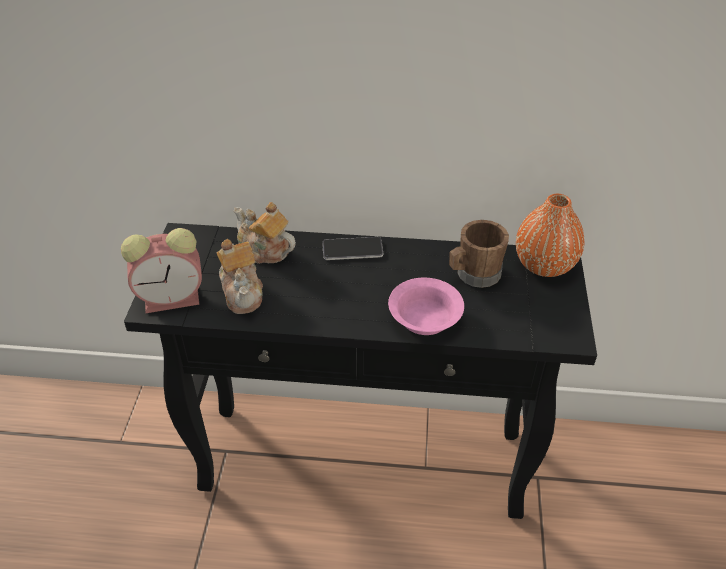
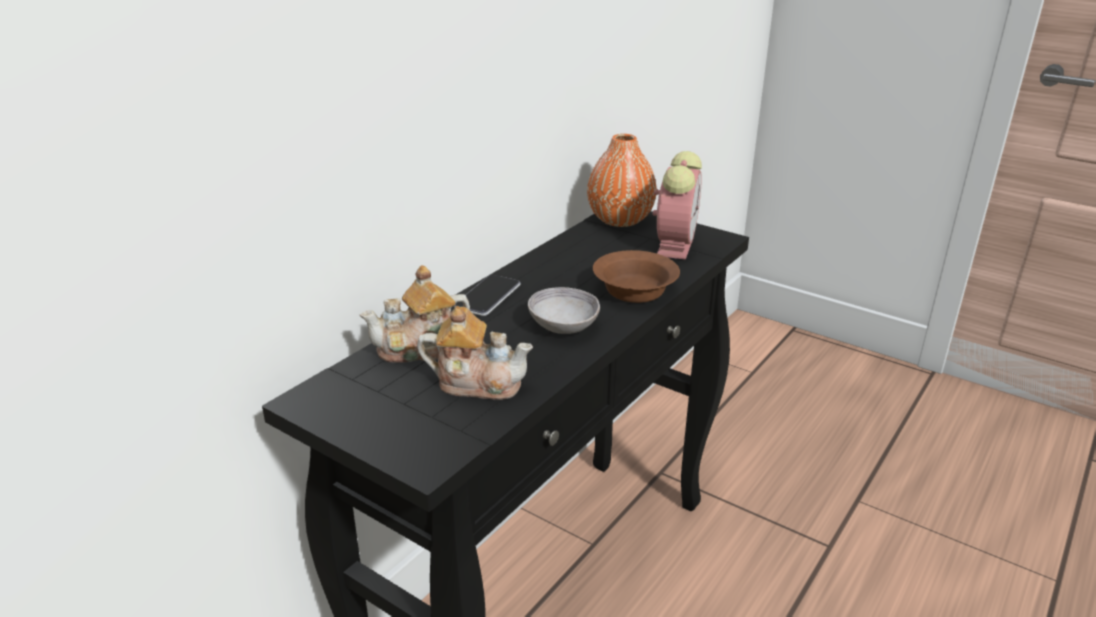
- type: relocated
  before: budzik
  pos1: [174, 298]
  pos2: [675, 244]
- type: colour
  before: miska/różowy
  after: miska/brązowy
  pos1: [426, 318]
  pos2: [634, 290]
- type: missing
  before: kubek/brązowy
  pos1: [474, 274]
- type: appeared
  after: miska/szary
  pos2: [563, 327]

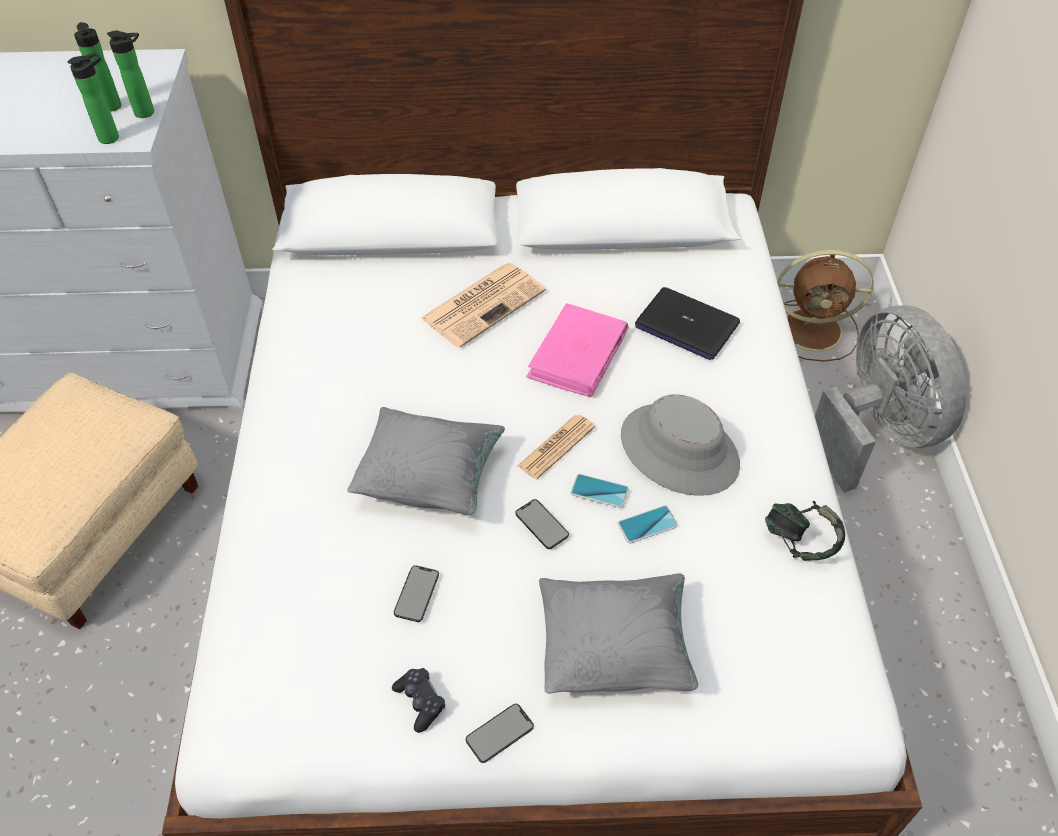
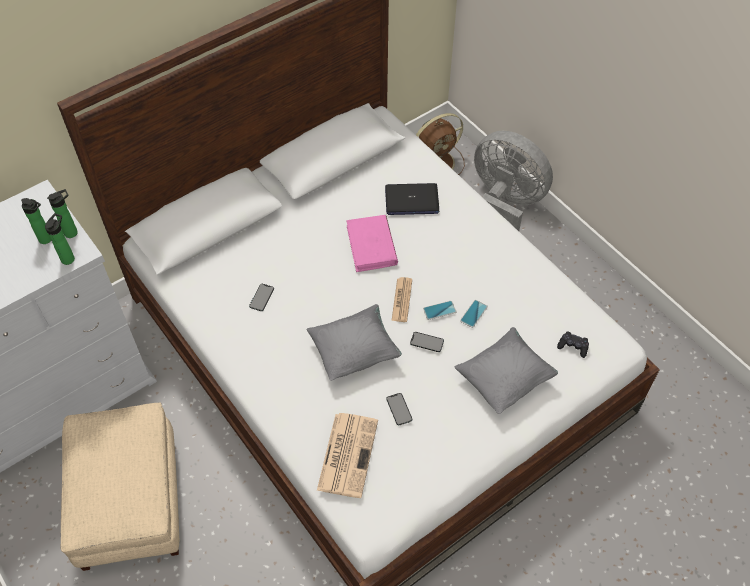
- type: relocated
  before: pad do gier/czarny
  pos1: [420, 702]
  pos2: [573, 346]
- type: relocated
  before: gazeta
  pos1: [484, 303]
  pos2: [347, 453]
- type: relocated
  before: telefon
  pos1: [499, 733]
  pos2: [261, 297]
- type: missing
  before: kapelusz/szary
  pos1: [679, 450]
- type: missing
  before: słuchawki
  pos1: [799, 542]

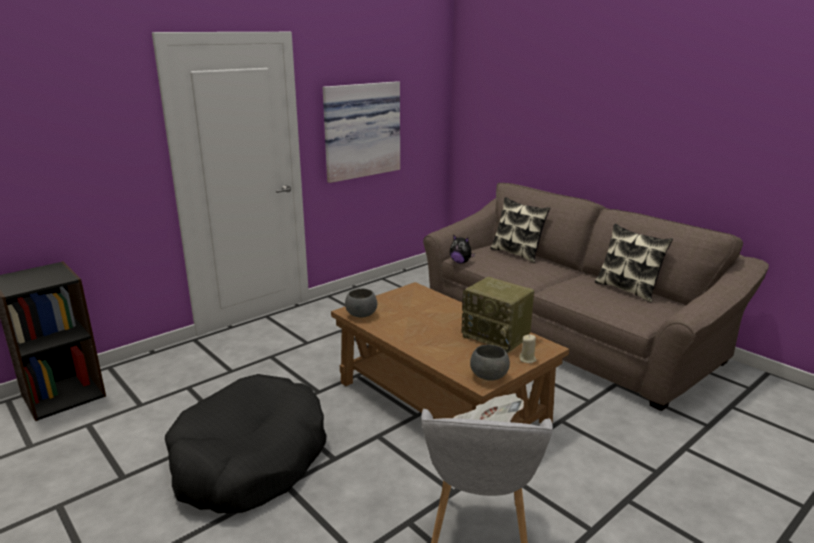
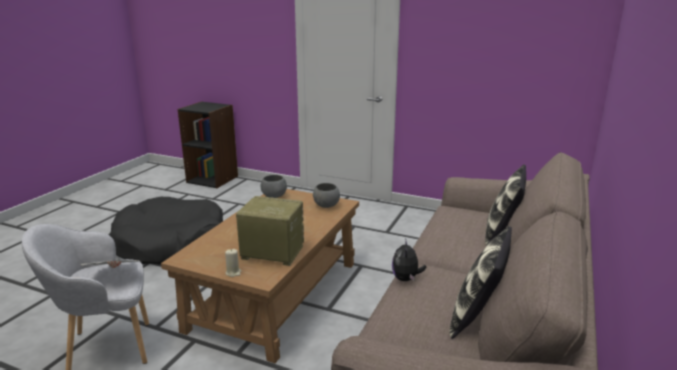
- type: missing
  before: obraz
  pos1: [360, 130]
- type: relocated
  before: pluszak
  pos1: [460, 262]
  pos2: [406, 279]
- type: spun
  before: radio
  pos1: [497, 337]
  pos2: [271, 252]
  turn: 90
- type: relocated
  before: miska/szary
  pos1: [489, 377]
  pos2: [326, 206]

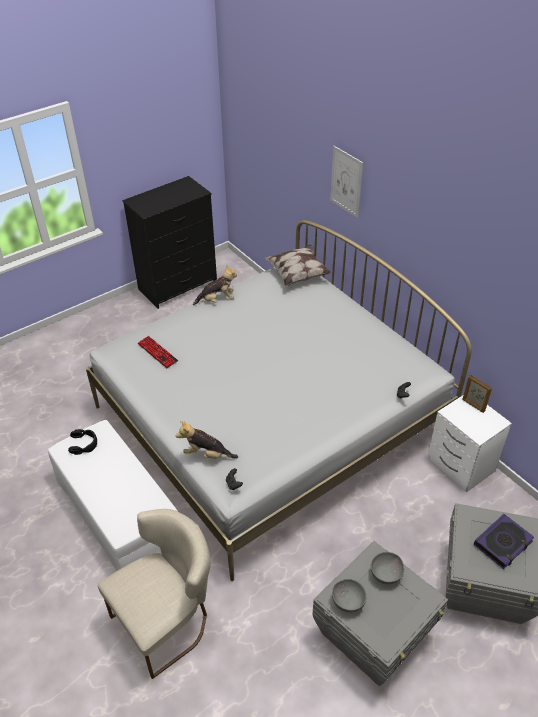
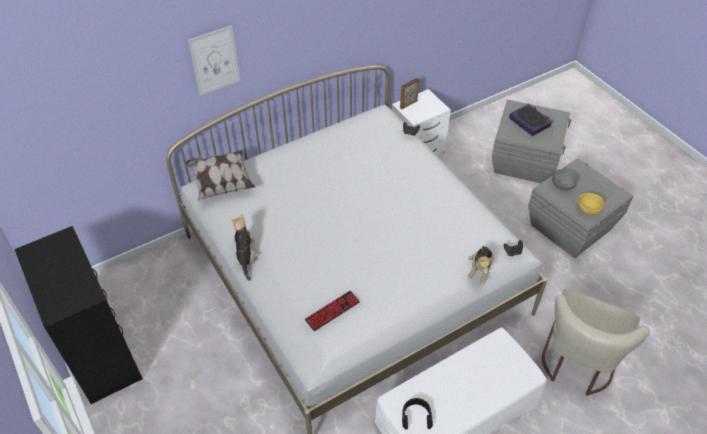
- type: spun
  before: krzesło/beżowy
  pos1: [167, 620]
  pos2: [577, 364]
  turn: -120
- type: colour
  before: miska/szary
  after: miska/żółty
  pos1: [347, 601]
  pos2: [588, 210]

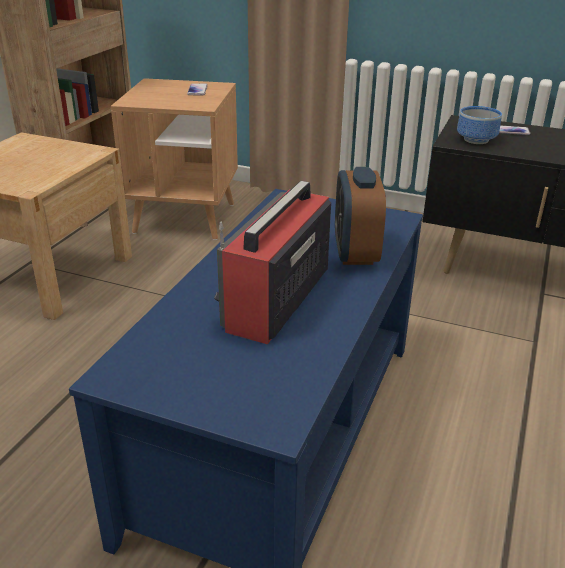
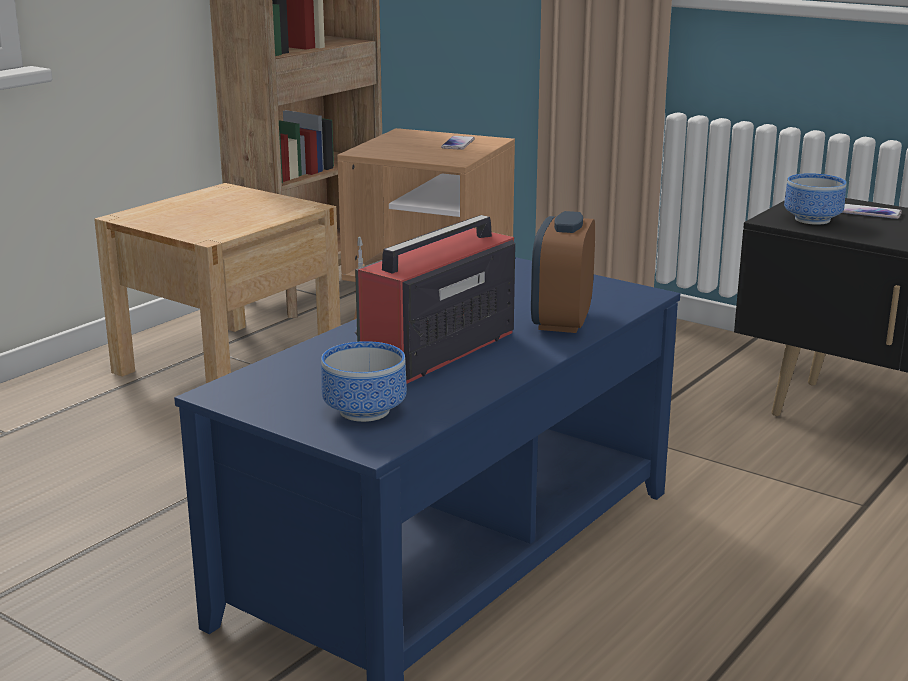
- type: appeared
  after: miska
  pos2: [365, 409]

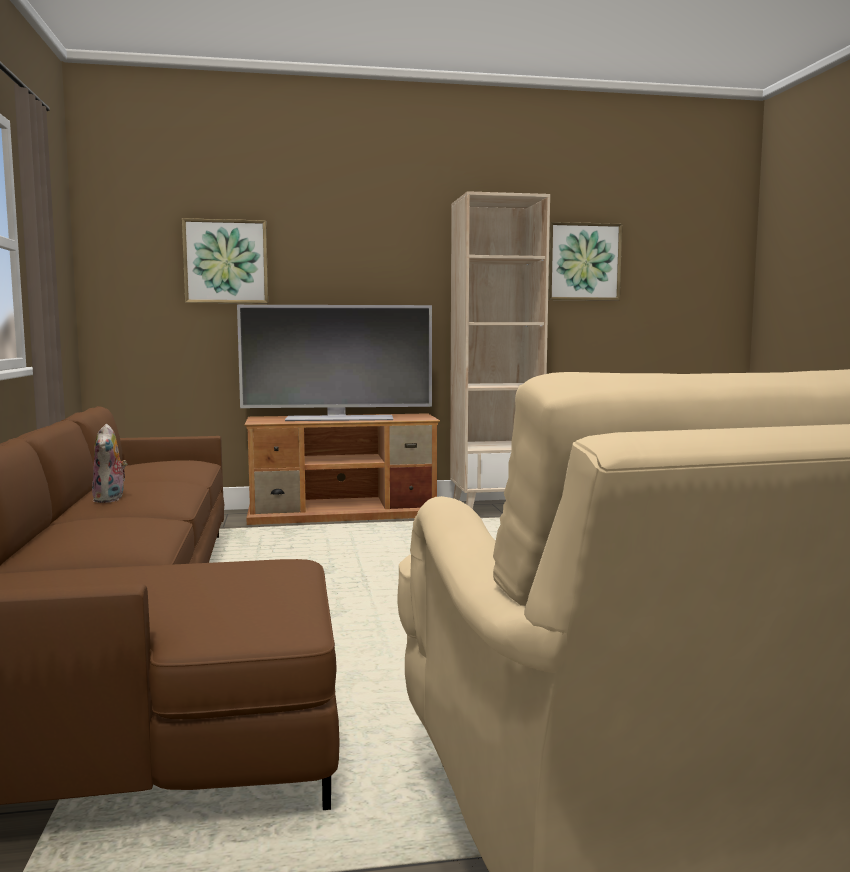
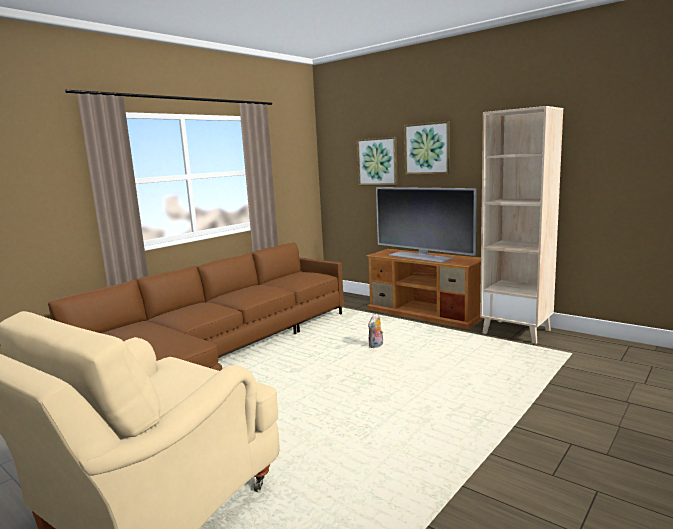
- type: relocated
  before: pluszak
  pos1: [110, 499]
  pos2: [376, 346]
- type: relocated
  before: obraz
  pos1: [583, 262]
  pos2: [427, 148]

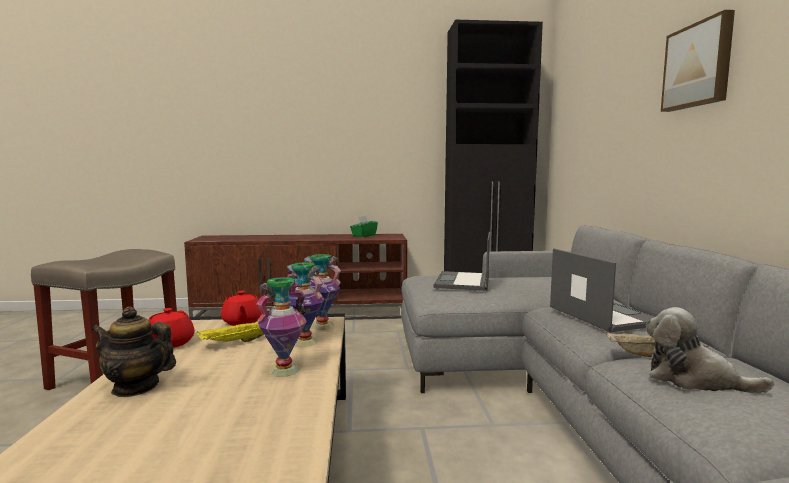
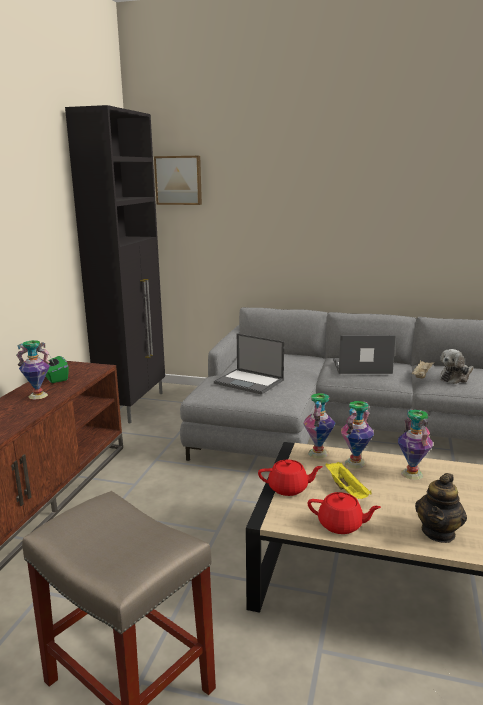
- type: relocated
  before: obraz
  pos1: [698, 65]
  pos2: [179, 180]
- type: appeared
  after: wazon
  pos2: [38, 396]

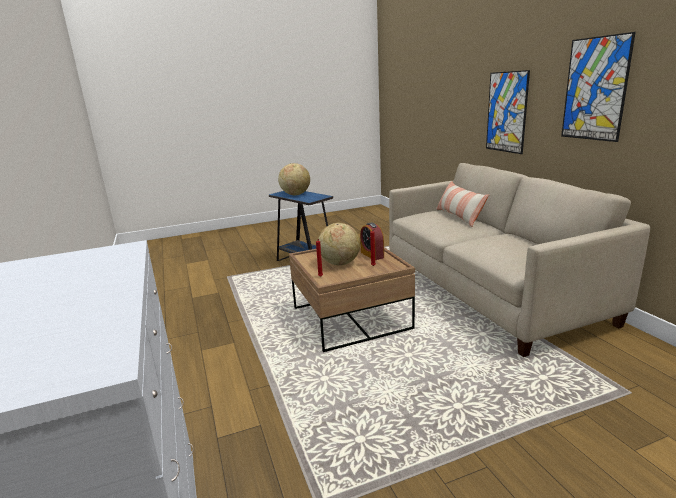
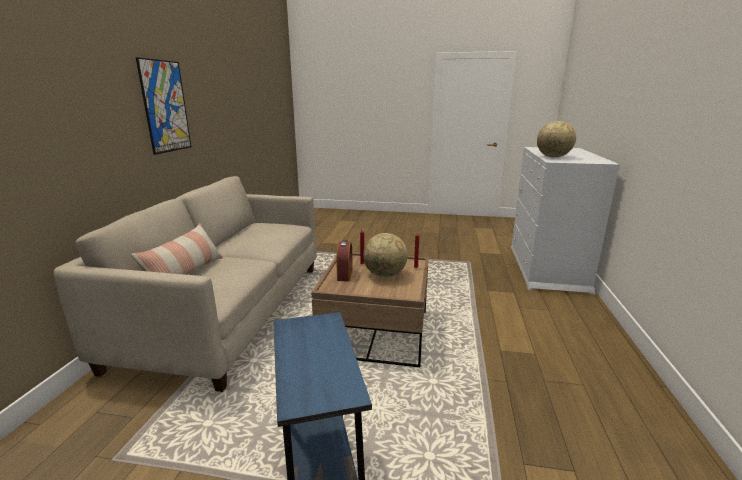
- type: relocated
  before: globus
  pos1: [295, 194]
  pos2: [553, 157]
- type: missing
  before: obraz
  pos1: [506, 112]

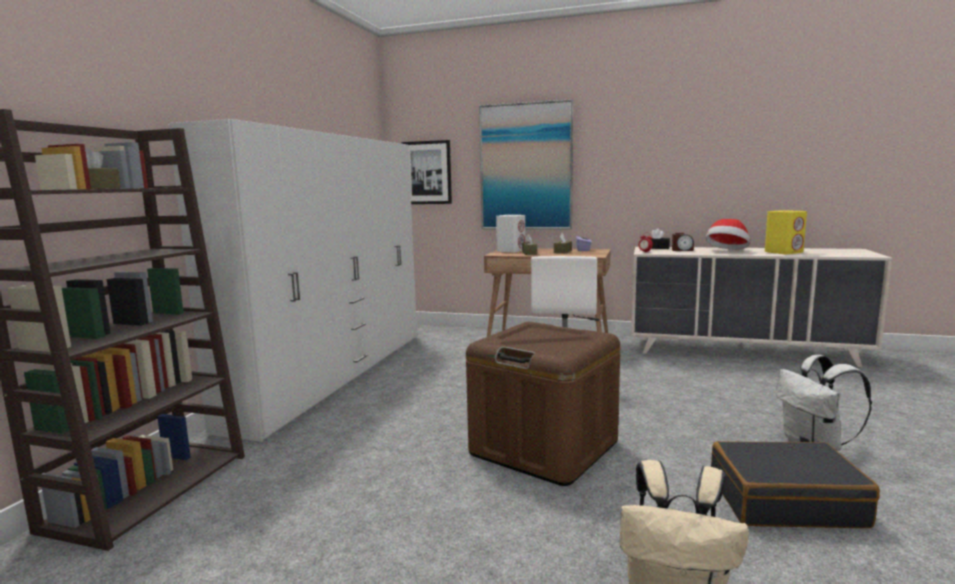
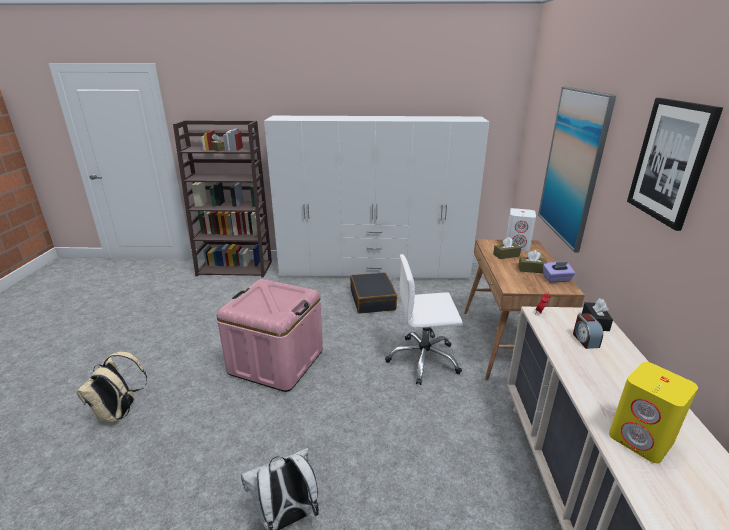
- type: relocated
  before: obraz
  pos1: [427, 172]
  pos2: [670, 161]
- type: colour
  before: pojemnik do przechowywania/brązowy
  after: pojemnik do przechowywania/różowy
  pos1: [544, 448]
  pos2: [276, 361]
- type: missing
  before: kapelusz
  pos1: [727, 251]
- type: relocated
  before: walizka/czarny
  pos1: [785, 501]
  pos2: [373, 300]

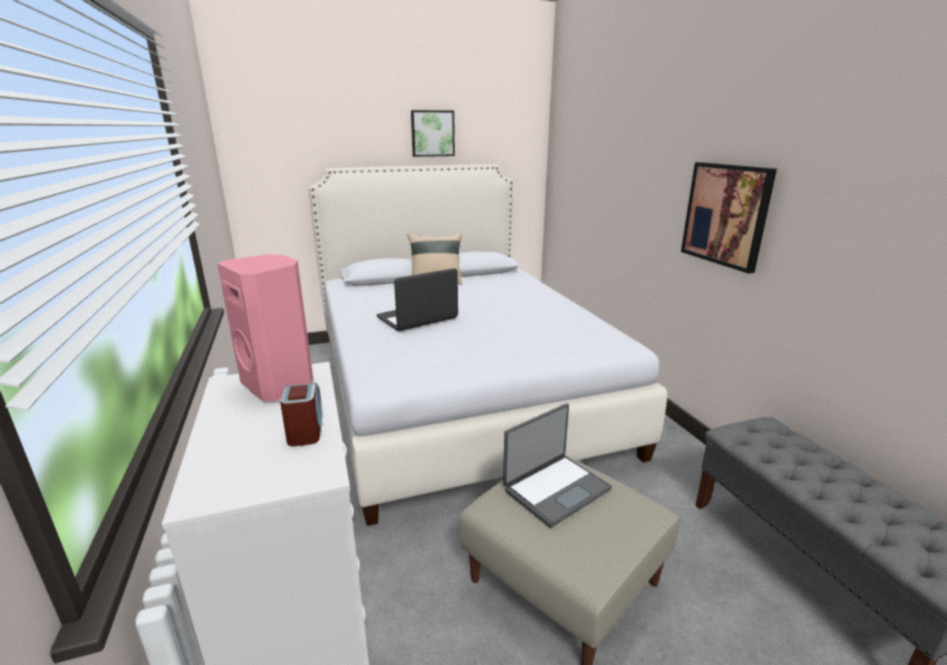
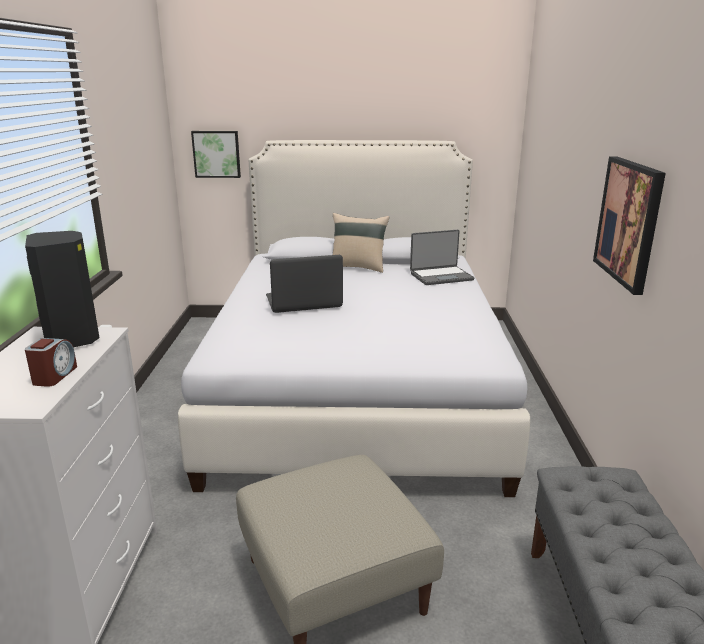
- type: colour
  before: głośnik/różowy
  after: głośnik/czarny
  pos1: [280, 384]
  pos2: [73, 340]
- type: relocated
  before: obraz
  pos1: [432, 133]
  pos2: [216, 154]
- type: relocated
  before: laptop
  pos1: [555, 489]
  pos2: [441, 276]

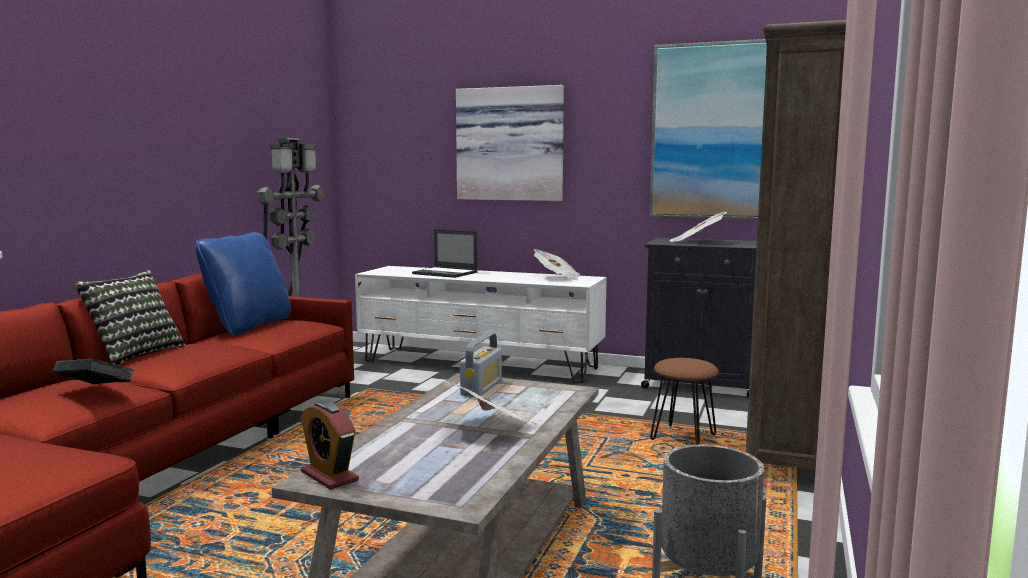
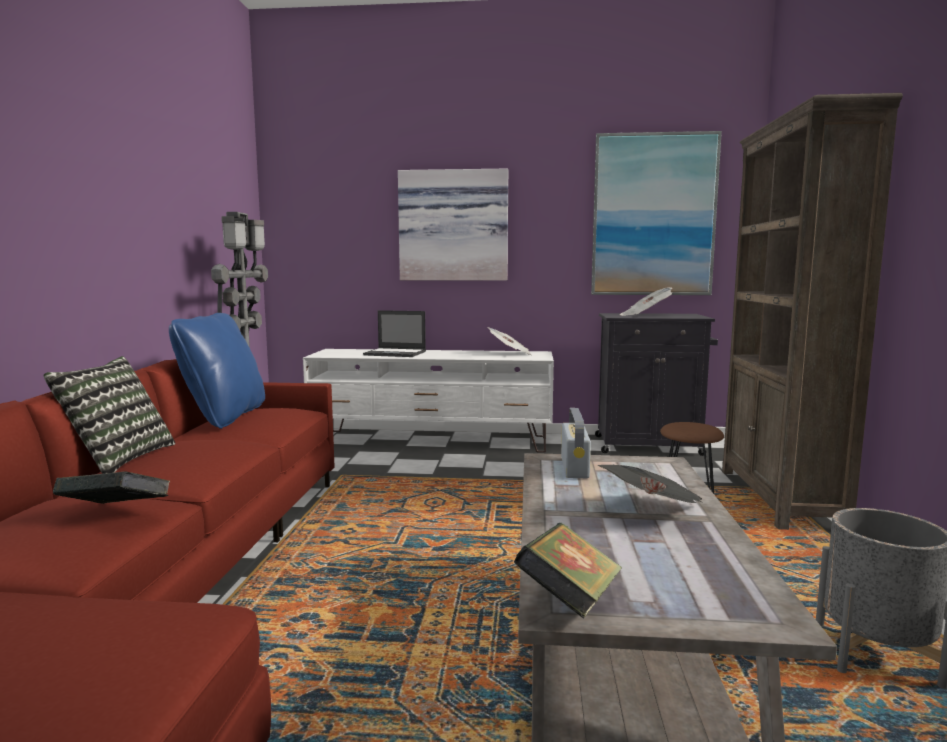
- type: exchanged
  before: budzik
  after: książka
  pos1: [329, 476]
  pos2: [570, 601]

